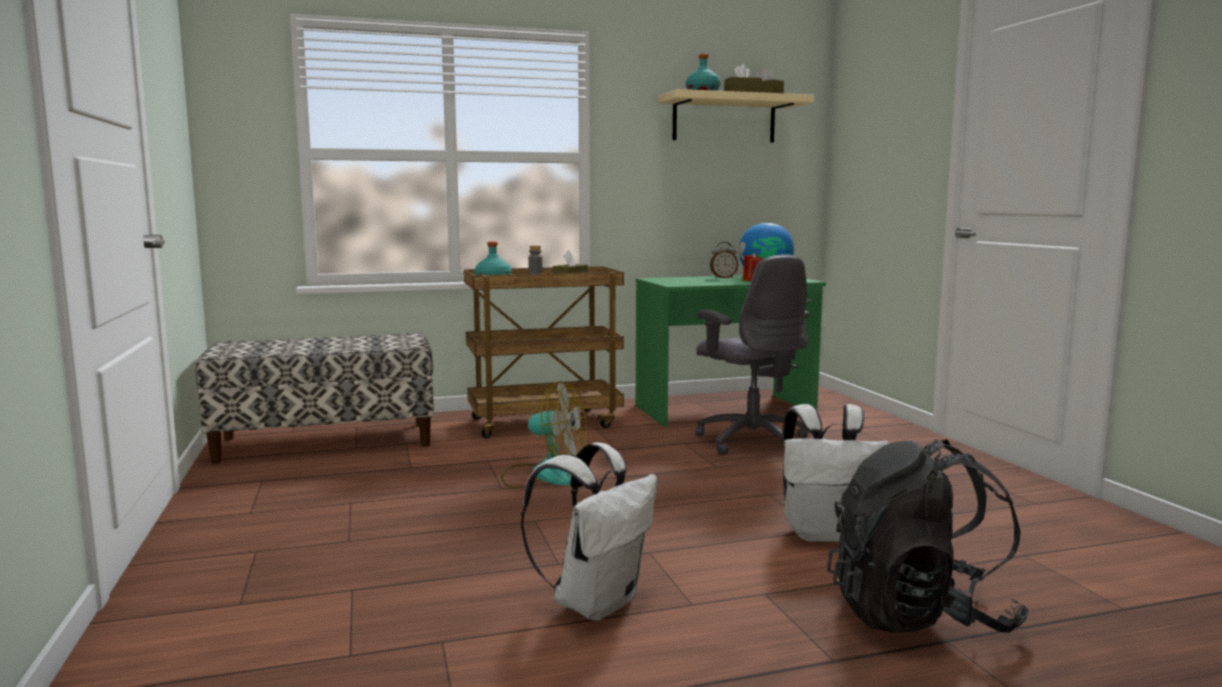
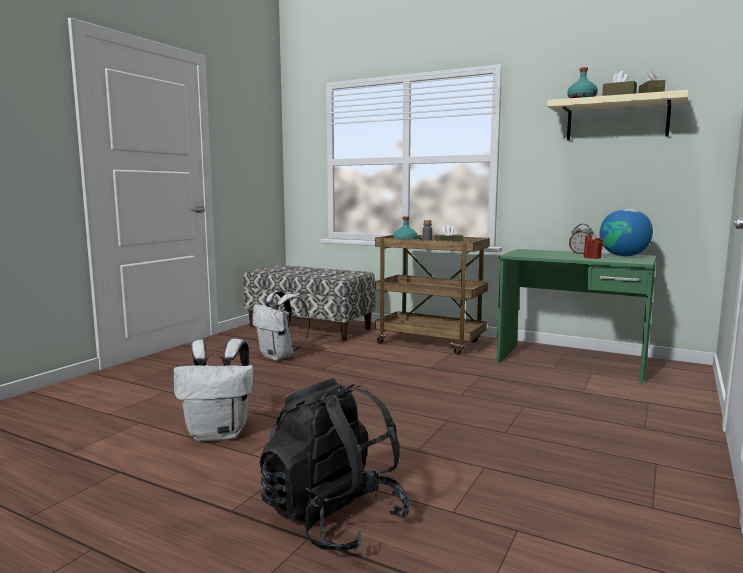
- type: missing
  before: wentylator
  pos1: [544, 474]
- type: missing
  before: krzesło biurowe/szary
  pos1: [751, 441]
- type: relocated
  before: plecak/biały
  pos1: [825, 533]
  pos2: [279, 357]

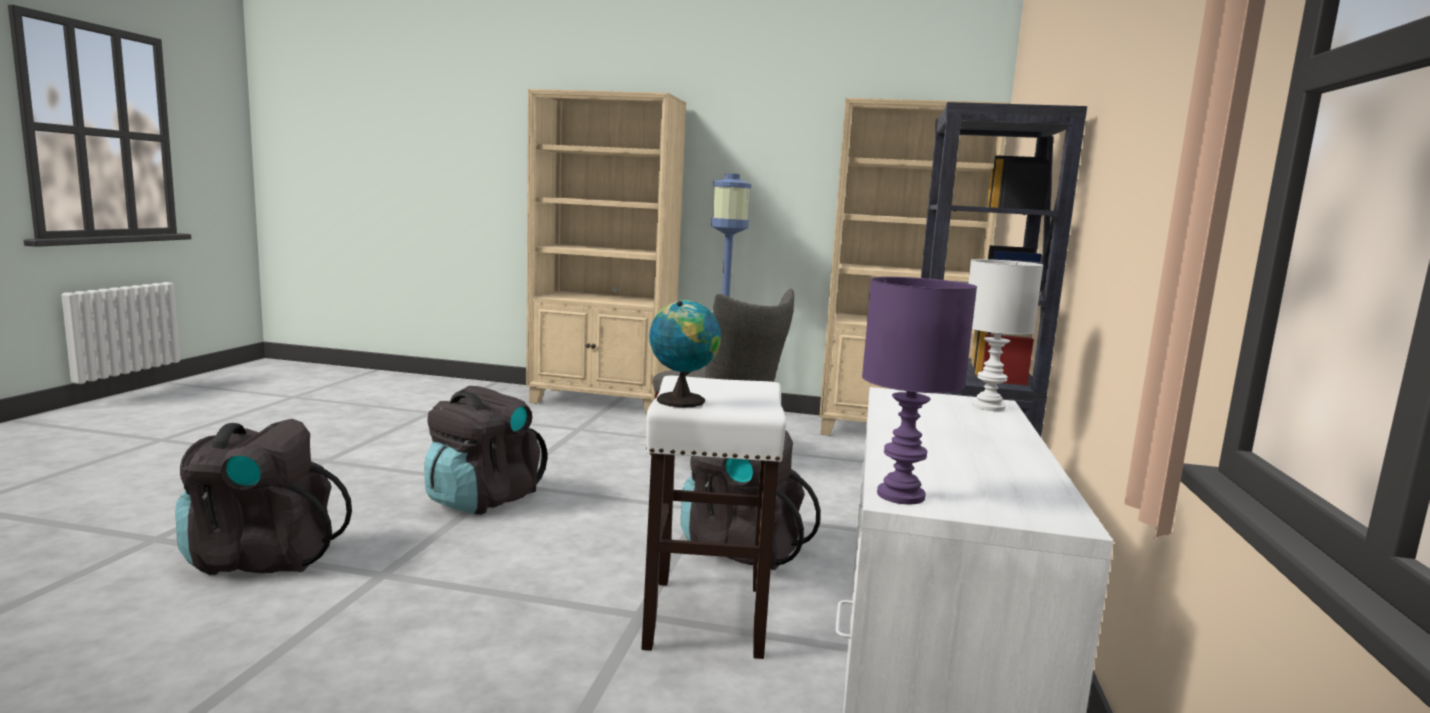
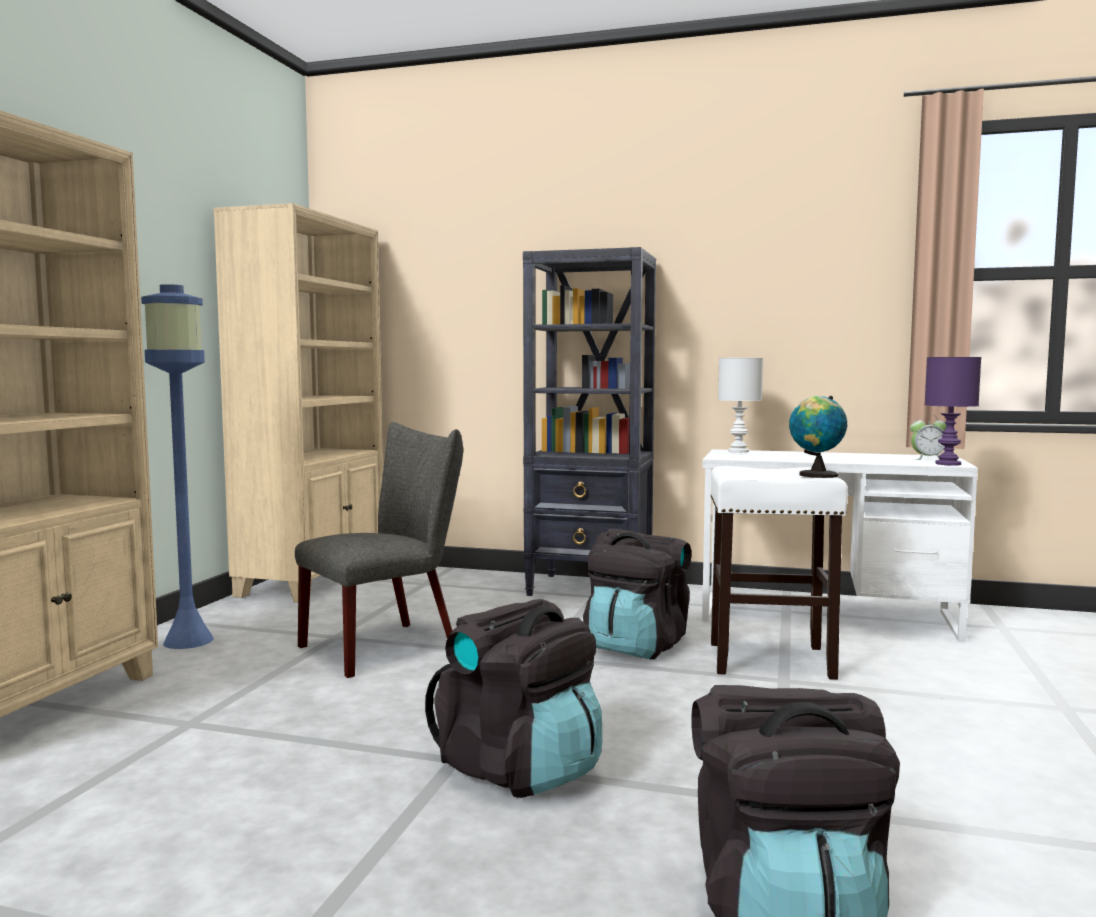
- type: appeared
  after: budzik
  pos2: [927, 459]

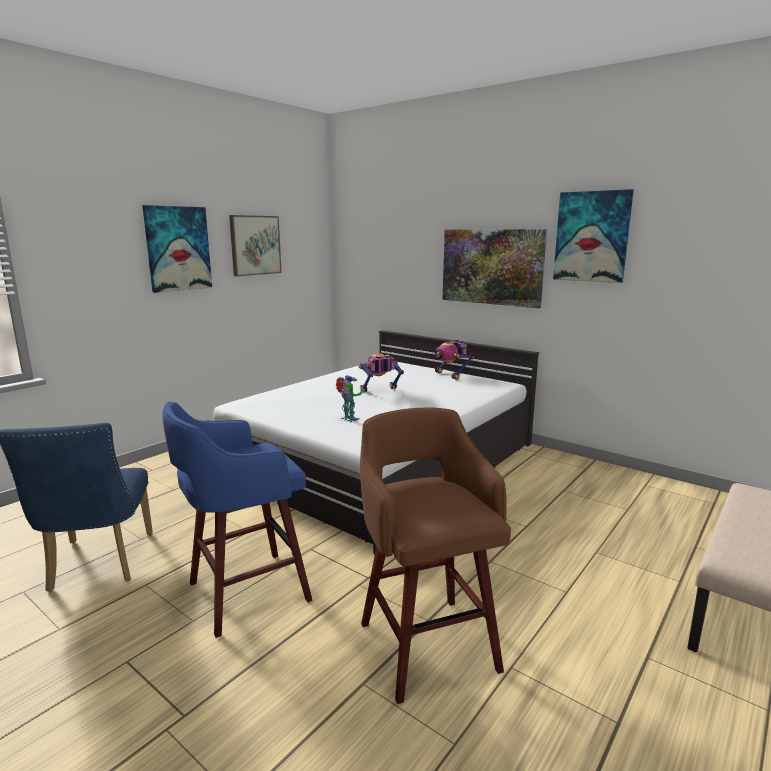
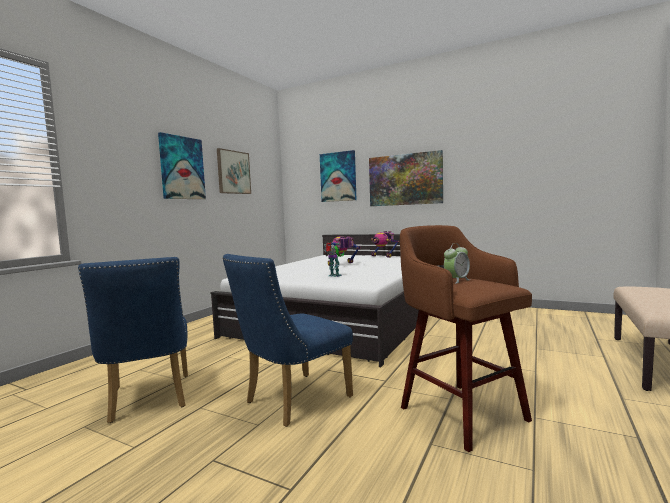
- type: exchanged
  before: stołek/niebieski
  after: krzesło/niebieski
  pos1: [244, 593]
  pos2: [291, 401]
- type: relocated
  before: obraz
  pos1: [591, 236]
  pos2: [338, 177]
- type: appeared
  after: budzik
  pos2: [457, 280]

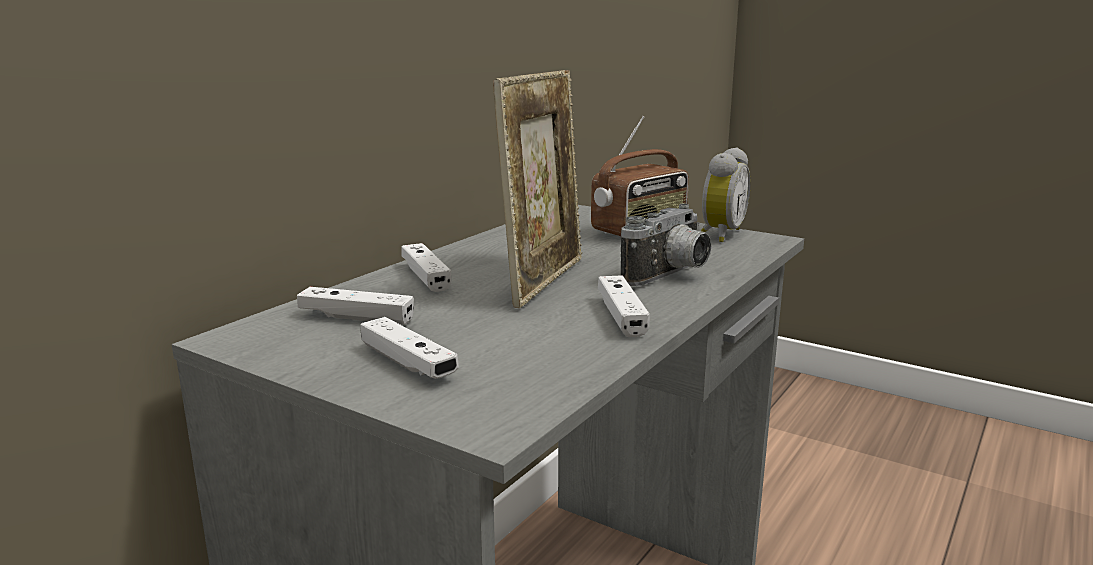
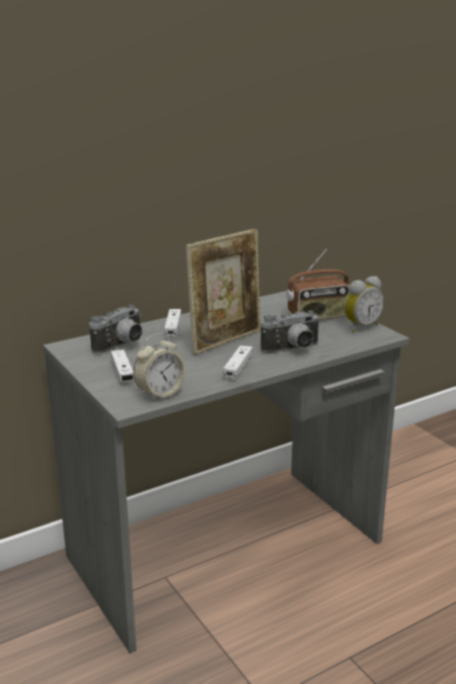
- type: exchanged
  before: pad do gier/biały
  after: aparat fotograficzny
  pos1: [356, 318]
  pos2: [122, 346]
- type: appeared
  after: budzik
  pos2: [160, 393]

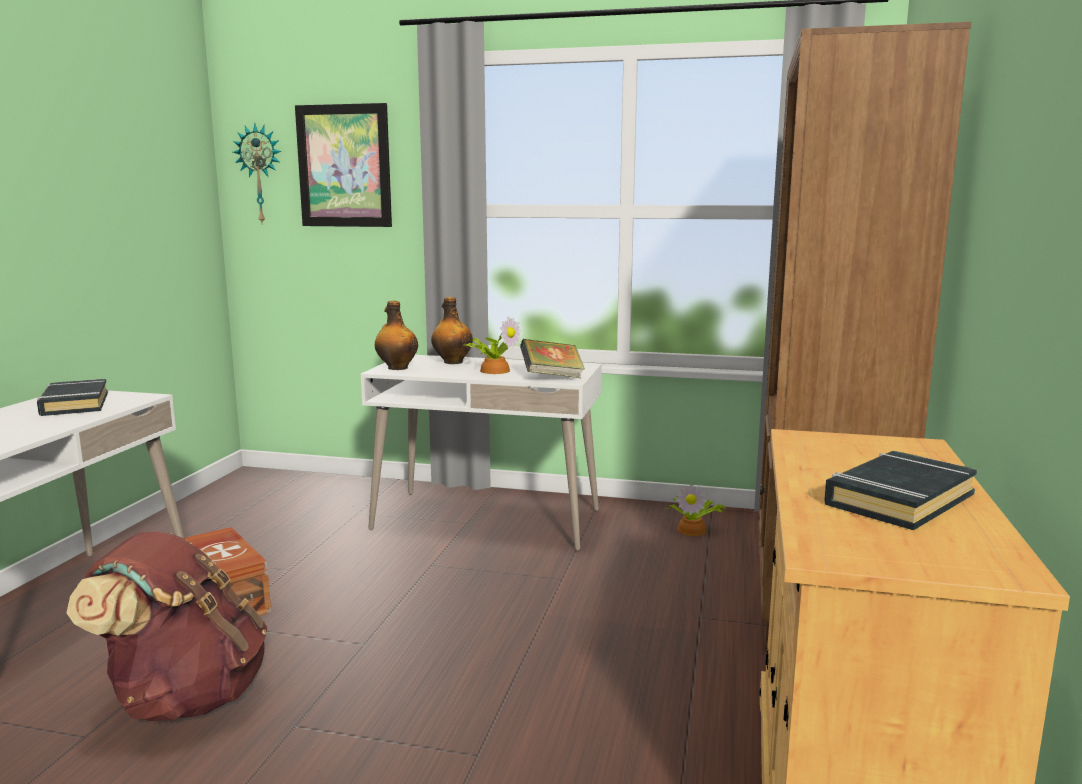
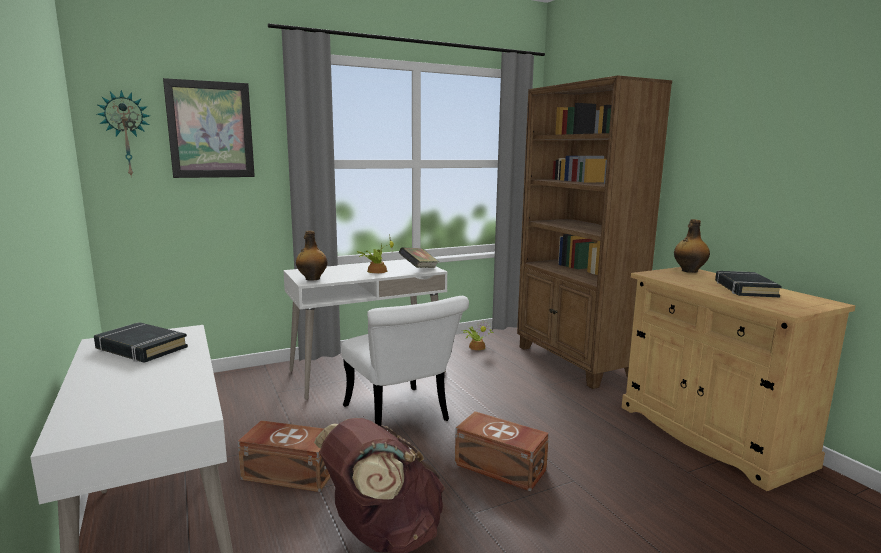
- type: relocated
  before: butelka
  pos1: [452, 362]
  pos2: [689, 271]
- type: appeared
  after: krzesło/biały
  pos2: [401, 417]
- type: appeared
  after: pojemnik do przechowywania/brązowy
  pos2: [500, 468]

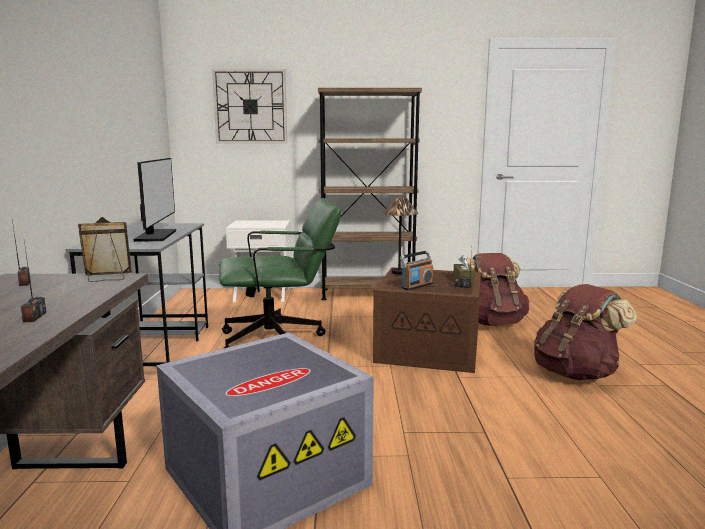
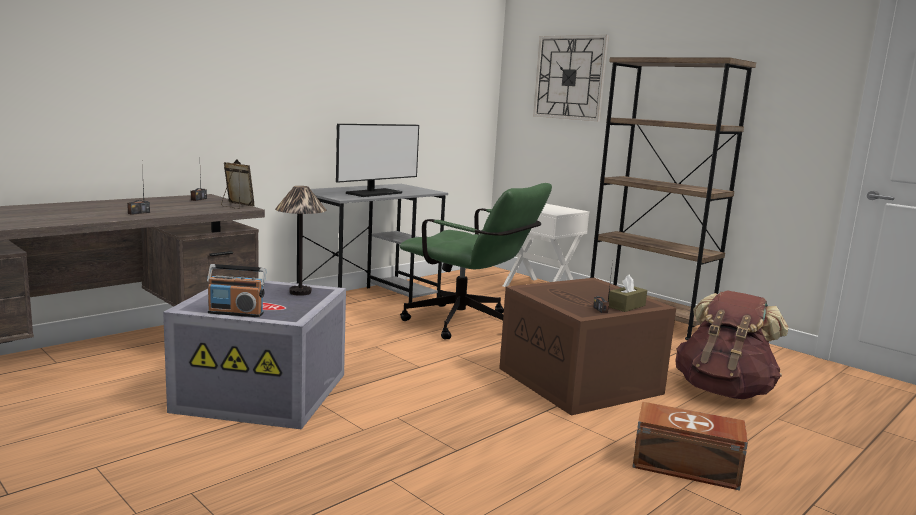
- type: relocated
  before: lampa stołowa
  pos1: [398, 272]
  pos2: [300, 292]
- type: relocated
  before: radio
  pos1: [417, 286]
  pos2: [236, 313]
- type: exchanged
  before: plecak/brązowy
  after: pojemnik do przechowywania/brązowy
  pos1: [575, 373]
  pos2: [687, 467]

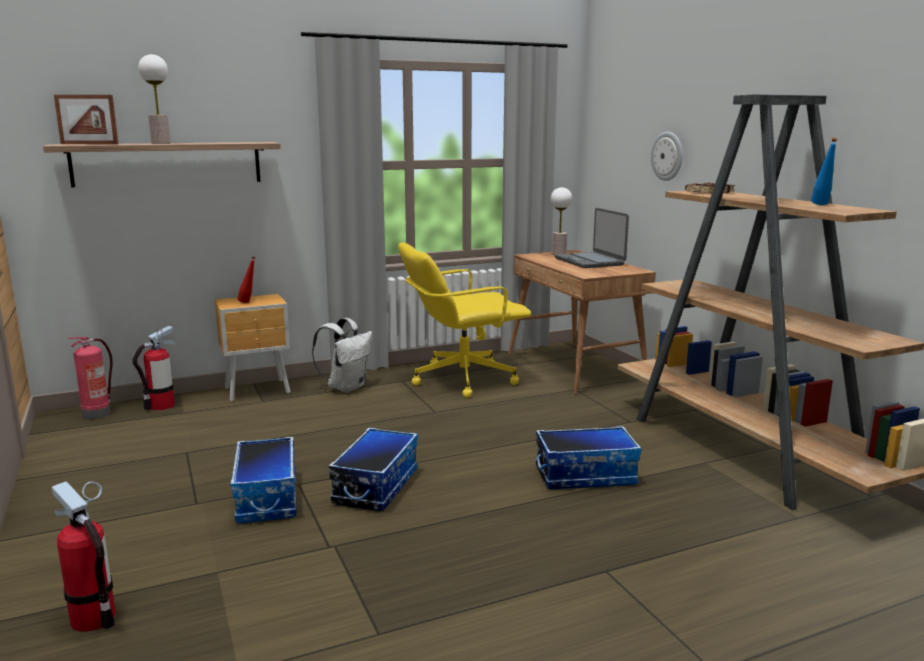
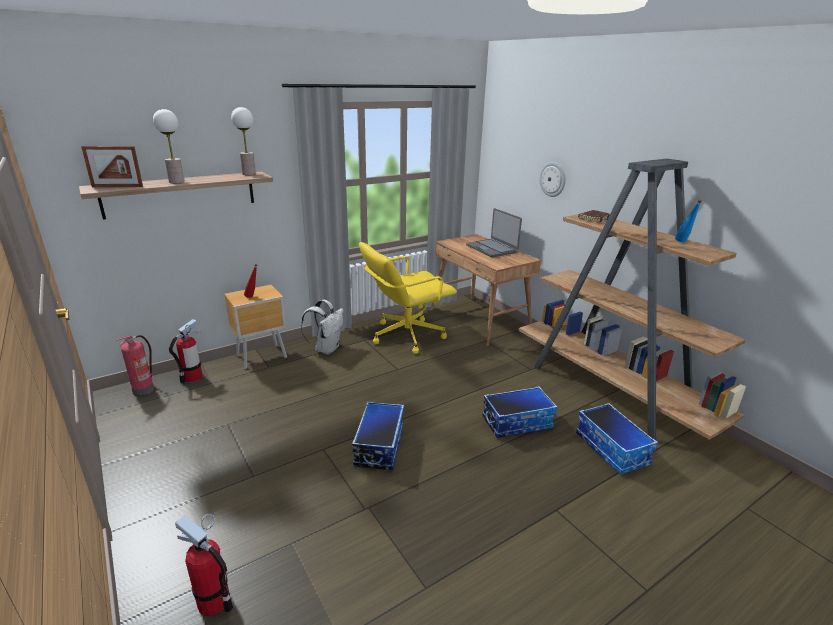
- type: relocated
  before: pojemnik do przechowywania
  pos1: [268, 498]
  pos2: [612, 449]
- type: relocated
  before: lampa stołowa
  pos1: [559, 254]
  pos2: [249, 174]

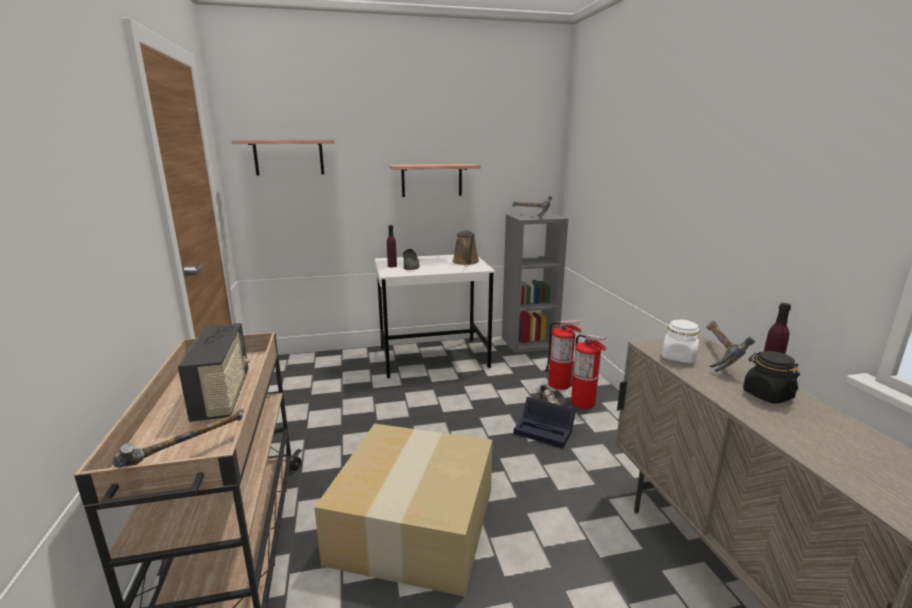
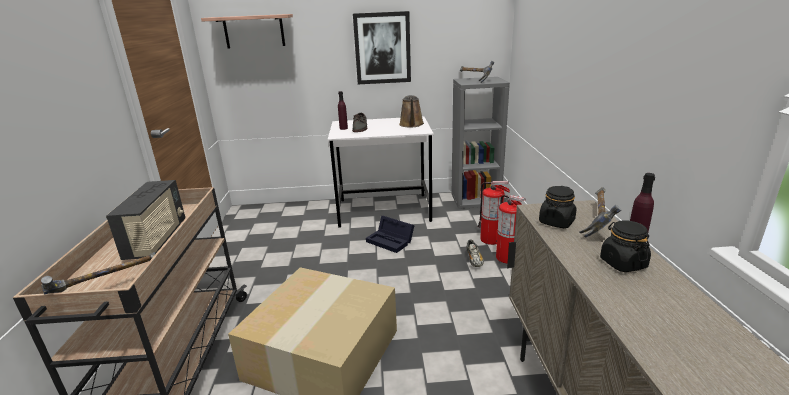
- type: exchanged
  before: półka
  after: obraz
  pos1: [431, 180]
  pos2: [382, 48]
- type: relocated
  before: pojemnik do przechowywania/czarny
  pos1: [546, 431]
  pos2: [391, 241]
- type: colour
  before: słoik/biały
  after: słoik/czarny
  pos1: [678, 357]
  pos2: [556, 222]

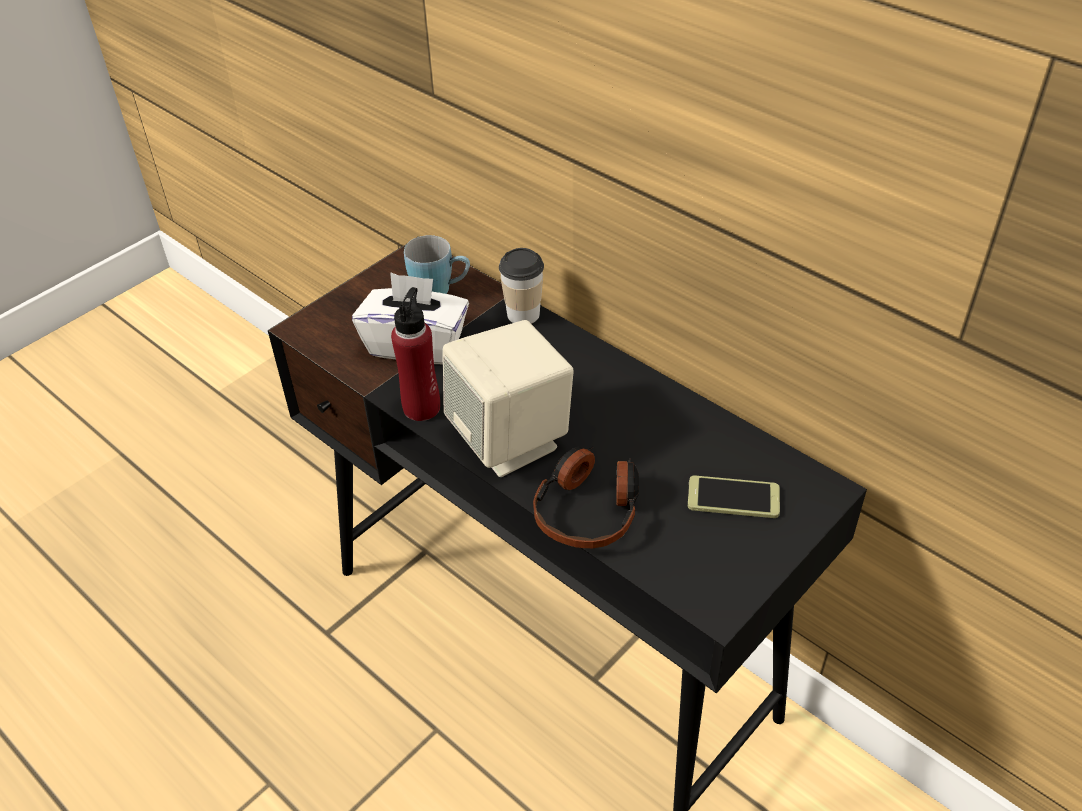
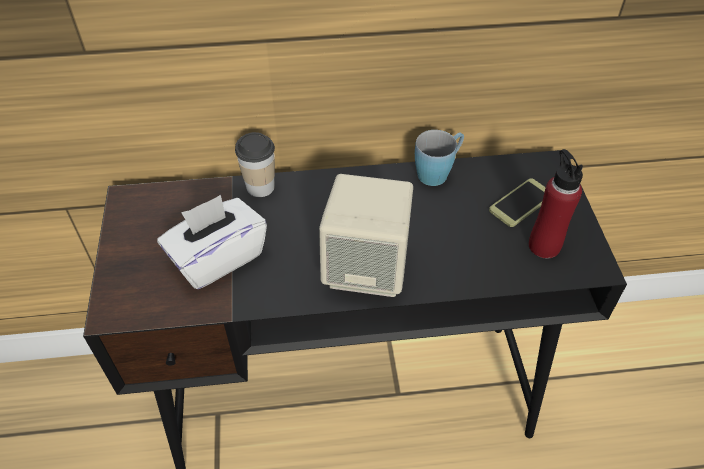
- type: relocated
  before: butelka/czerwony
  pos1: [422, 407]
  pos2: [544, 246]
- type: relocated
  before: kubek/niebieski
  pos1: [440, 290]
  pos2: [438, 172]
- type: missing
  before: słuchawki
  pos1: [589, 508]

